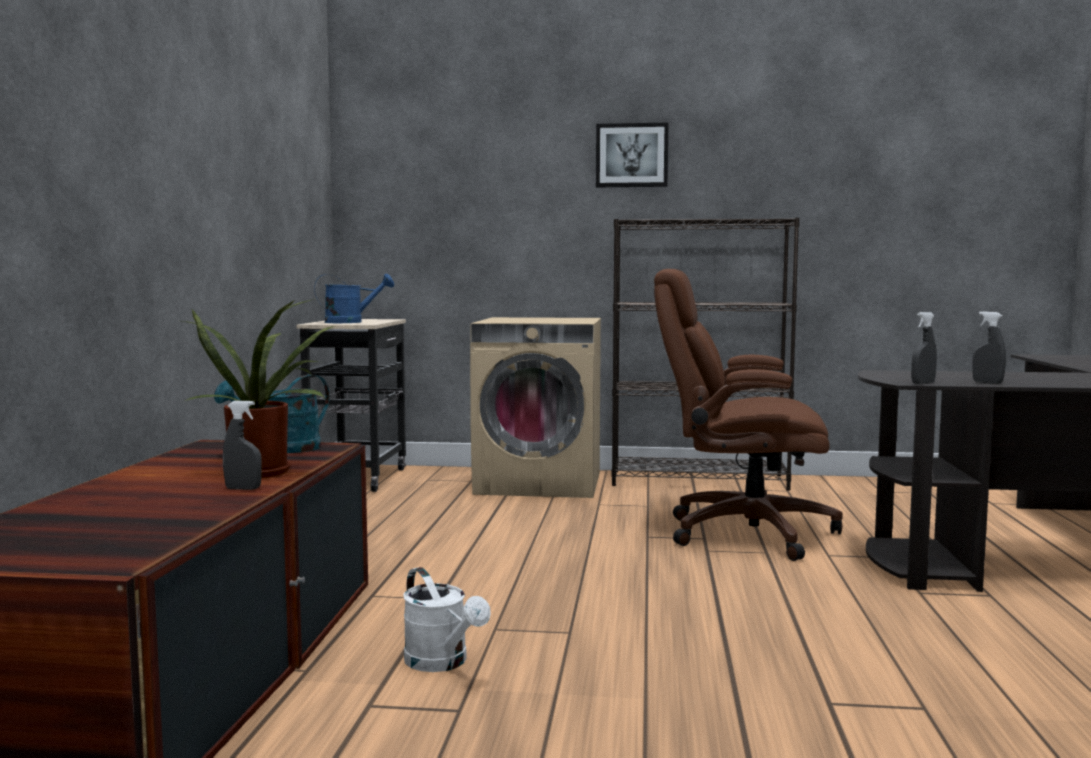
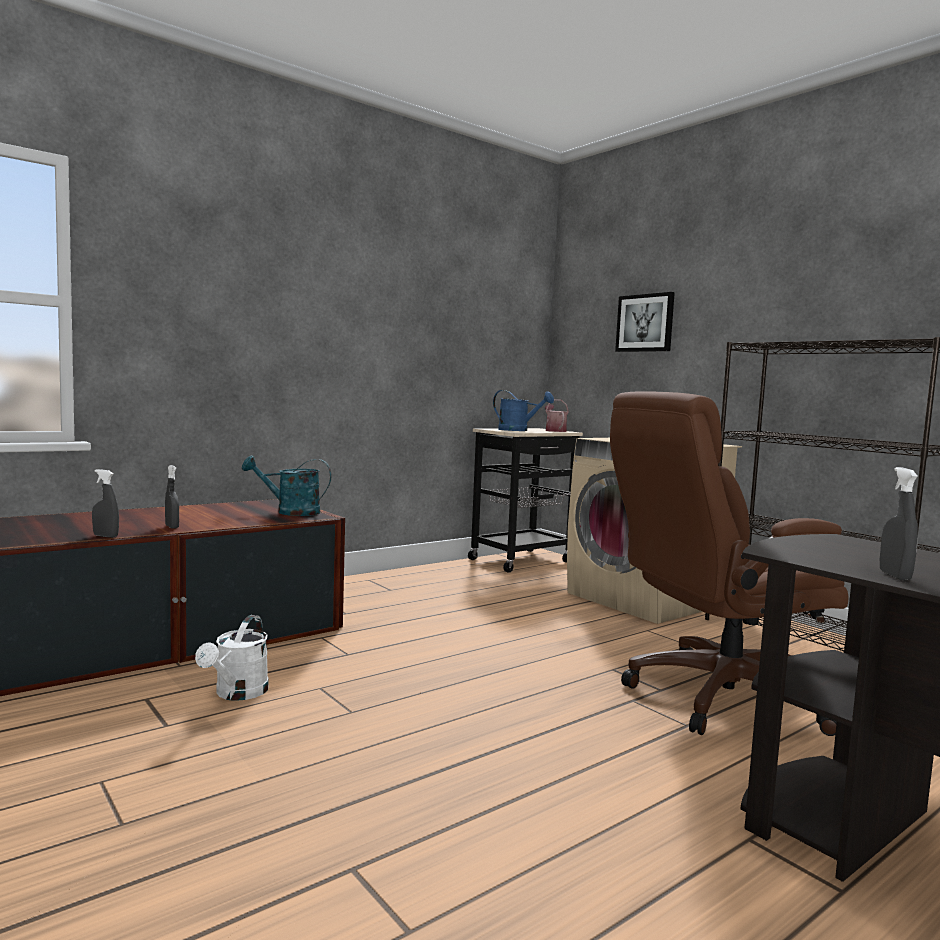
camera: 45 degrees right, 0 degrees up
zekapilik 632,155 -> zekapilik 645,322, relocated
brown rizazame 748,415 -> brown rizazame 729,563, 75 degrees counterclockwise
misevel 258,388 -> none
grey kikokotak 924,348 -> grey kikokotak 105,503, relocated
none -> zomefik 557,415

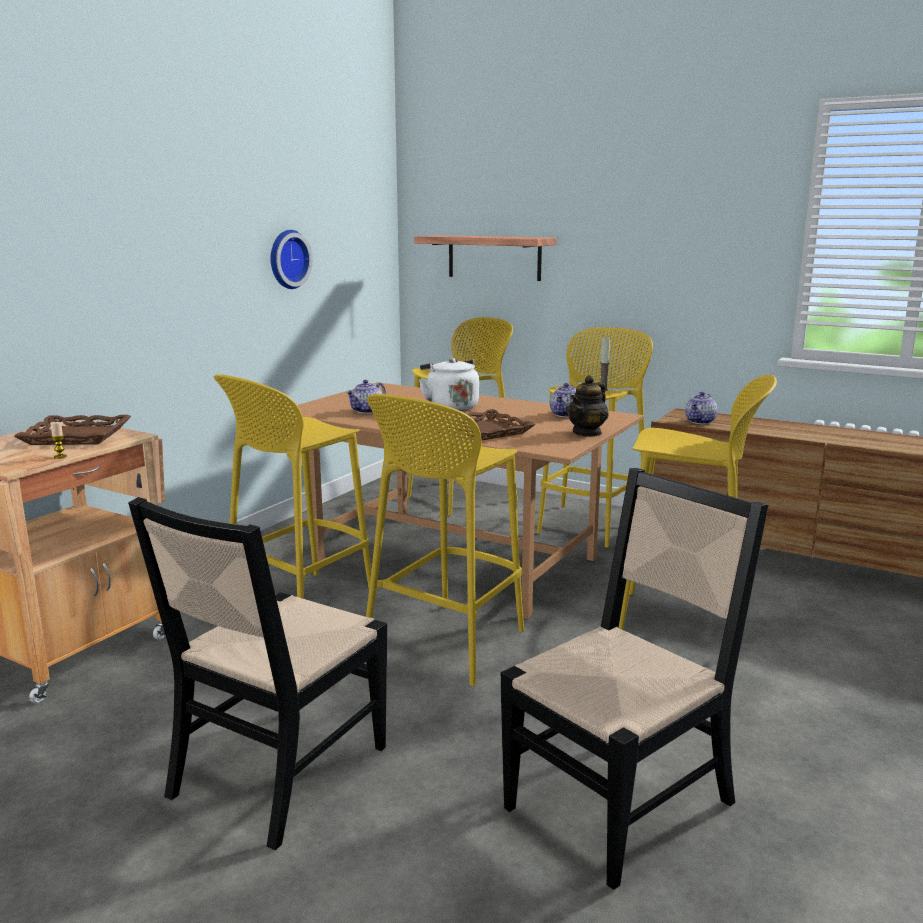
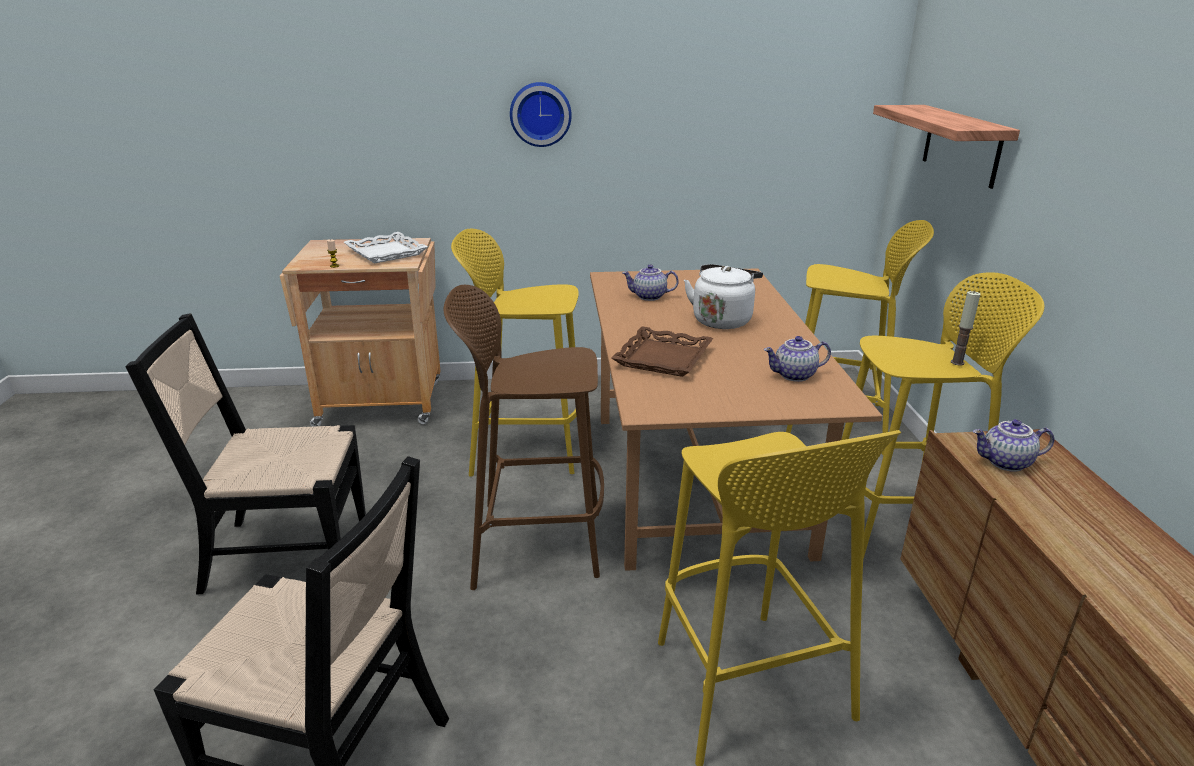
camera: 55 degrees right, 10 degrees up
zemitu 291,259 -> zemitu 541,114, relocated
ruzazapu 588,406 -> none
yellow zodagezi 445,540 -> brown zodagezi 524,437
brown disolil 72,430 -> white disolil 386,248

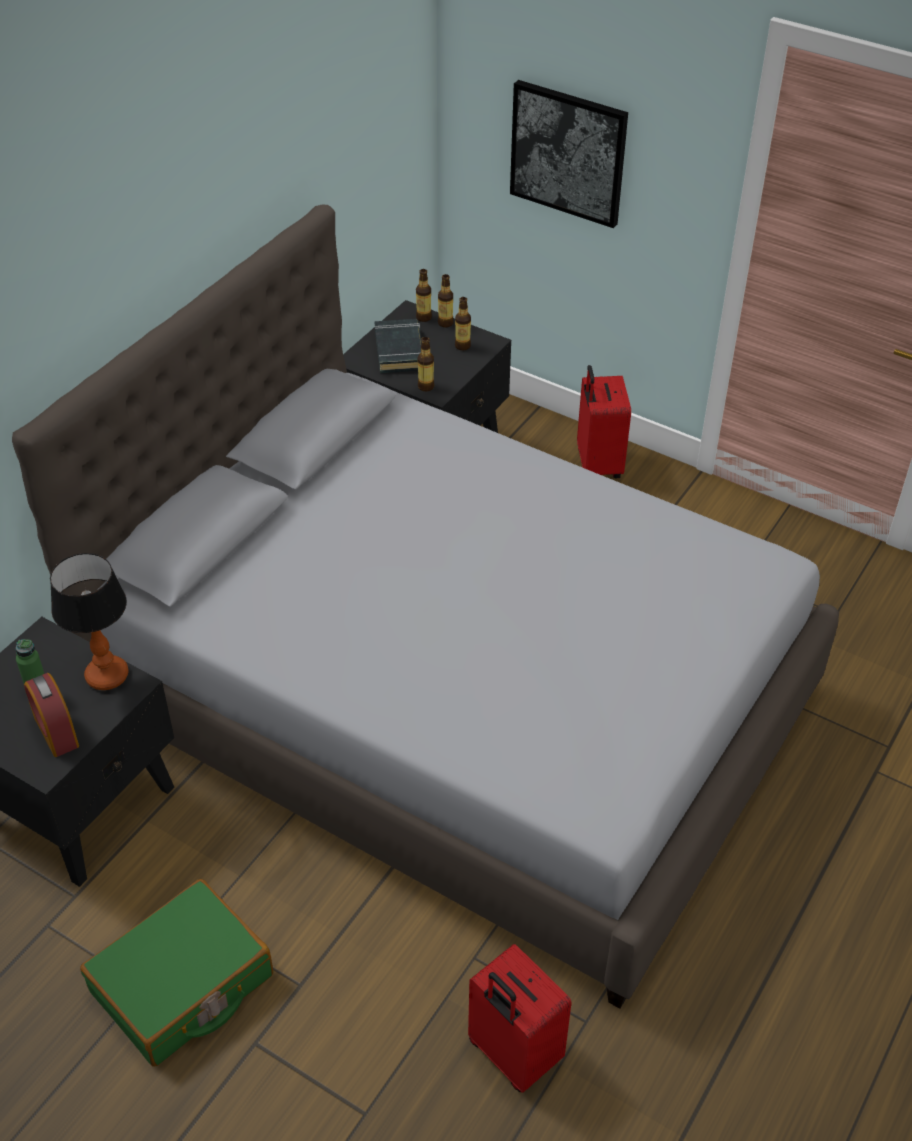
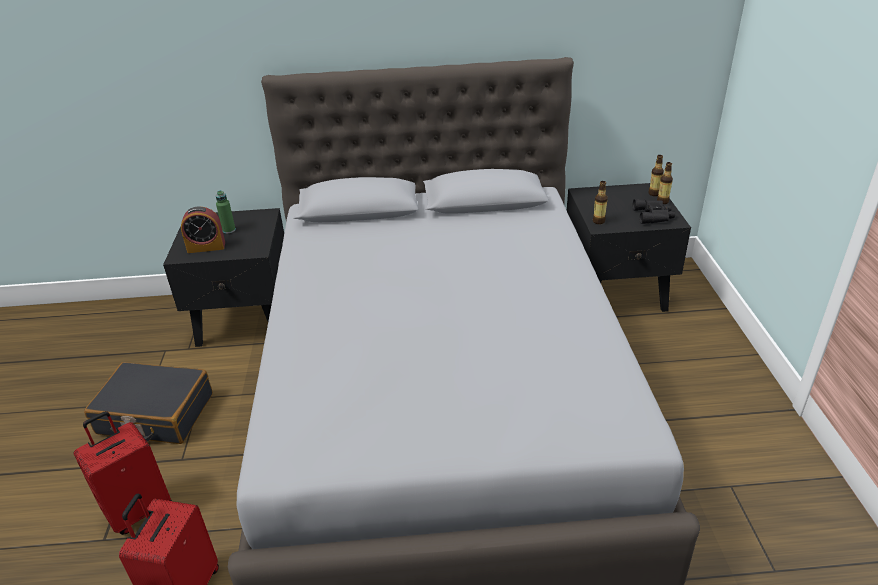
camera: 55 degrees right, 10 degrees down
zekapilik 569,154 -> none
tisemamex 463,323 -> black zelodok 654,211
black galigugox 398,346 -> none
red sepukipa 604,421 -> red sepukipa 123,473, relocated
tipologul 89,621 -> none
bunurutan 51,715 -> bunurutan 203,230, 120 degrees counterclockwise
green sepukipa 176,973 -> black sepukipa 148,403

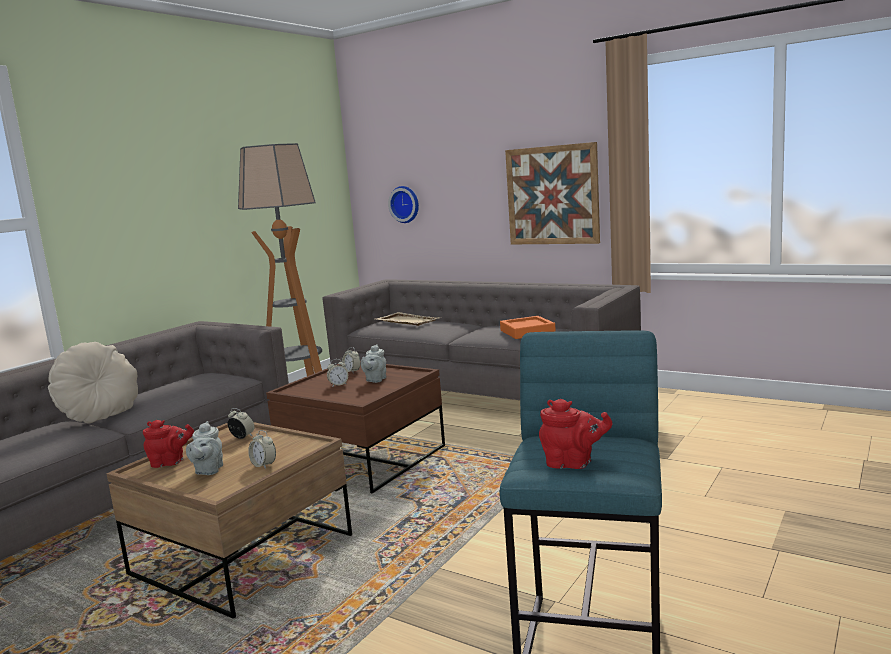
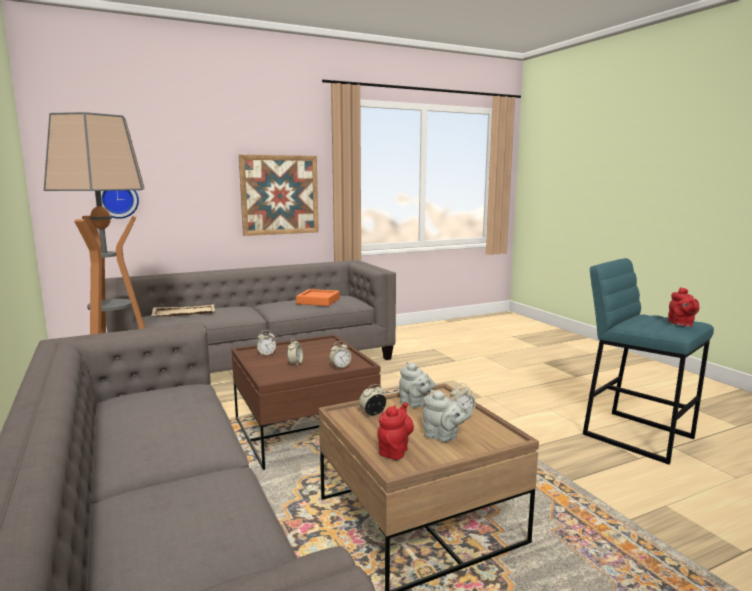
camera: 60 degrees left, 0 degrees up
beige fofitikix 93,383 -> none
grey ruzazapu 373,363 -> grey ruzazapu 417,385, relocated
red ruzazapu 576,434 -> red ruzazapu 684,307, 135 degrees clockwise
none -> bunurutan 340,355

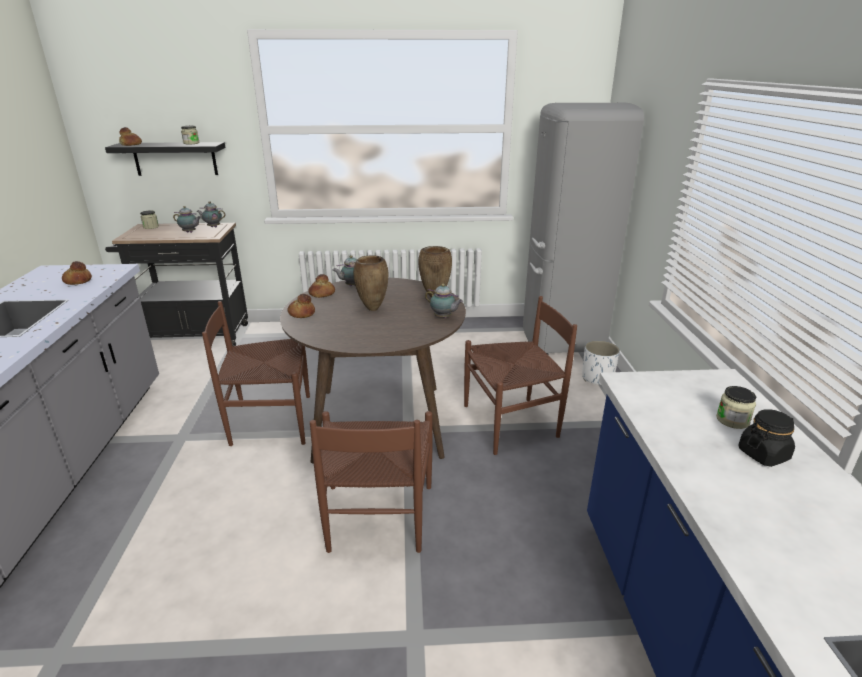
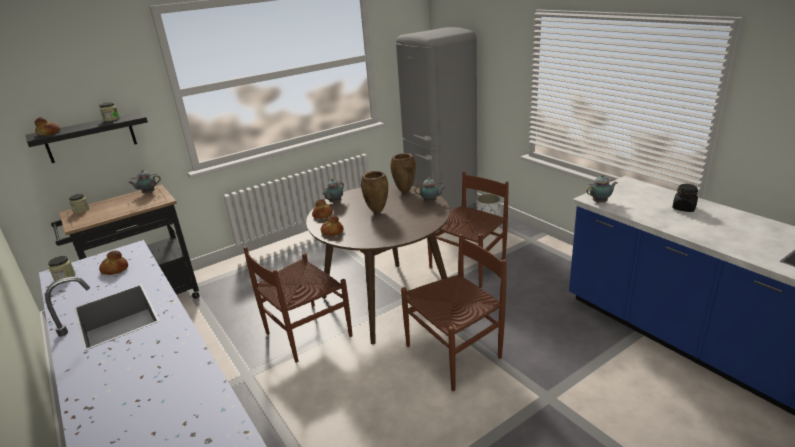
camera: 30 degrees left, 0 degrees up
ruzazapu 187,219 -> ruzazapu 601,188, relocated
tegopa 736,407 -> tegopa 61,268, relocated
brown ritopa 371,482 -> brown ritopa 454,312, 90 degrees counterclockwise

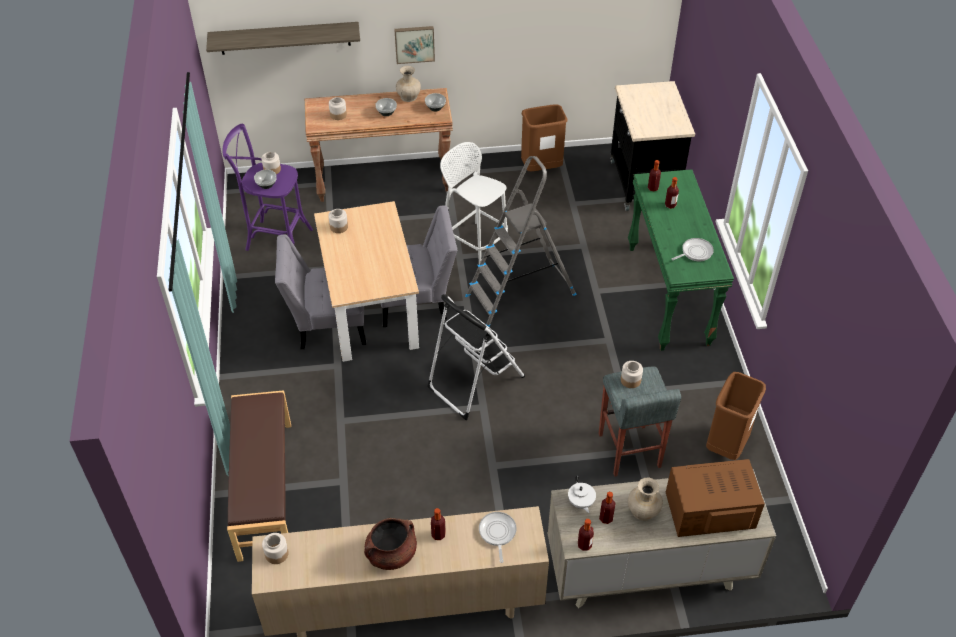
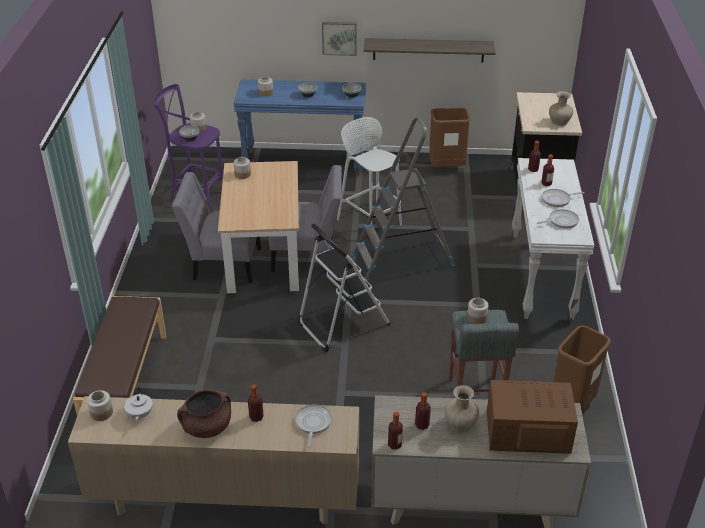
camera: 10 degrees right, 10 degrees down
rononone 283,38 -> rononone 430,50, relocated
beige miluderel 408,84 -> beige miluderel 561,108, relocated
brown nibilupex 379,145 -> blue nibilupex 300,128
green nibilupex 681,260 -> white nibilupex 553,239
white ruzazapu 582,494 -> white ruzazapu 138,404, relocated
none -> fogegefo 563,198

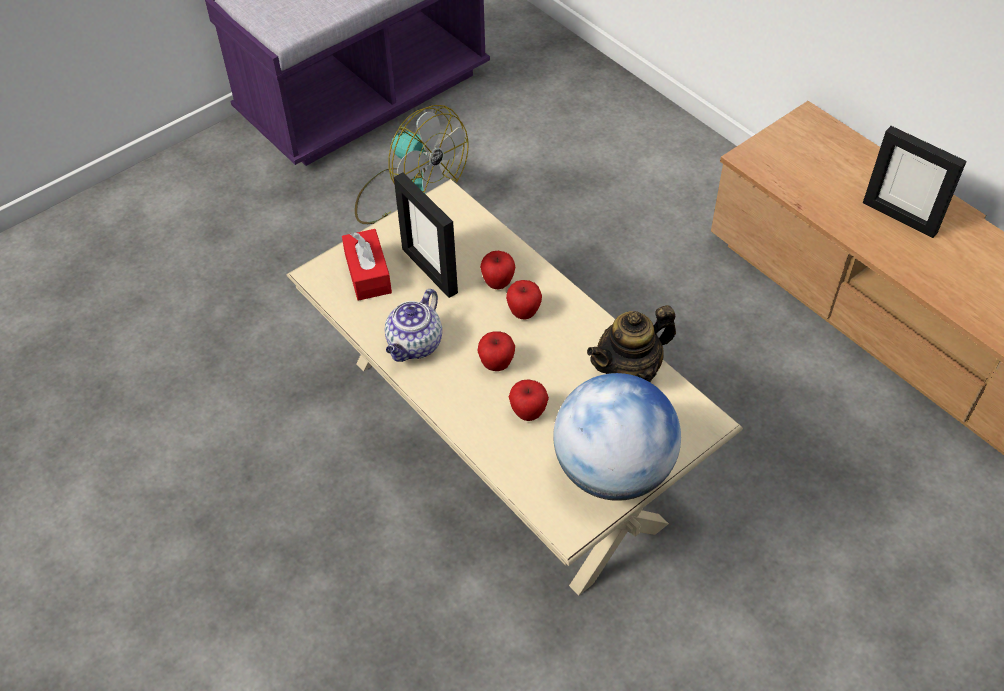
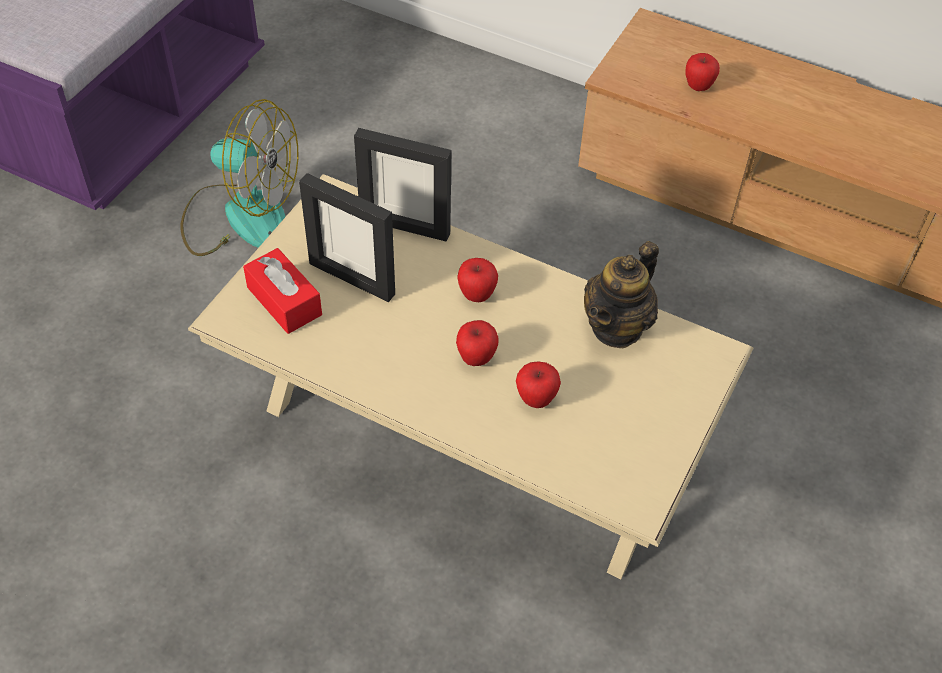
camera: 25 degrees left, 0 degrees up
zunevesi 915,182 -> zunevesi 402,185, relocated
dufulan 497,270 -> dufulan 702,72, relocated
ruzazapu 413,325 -> none
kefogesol 617,437 -> none

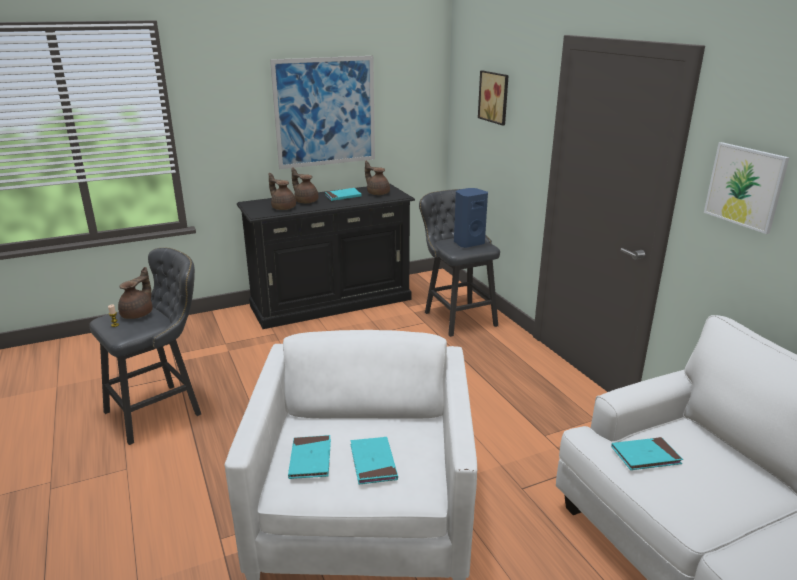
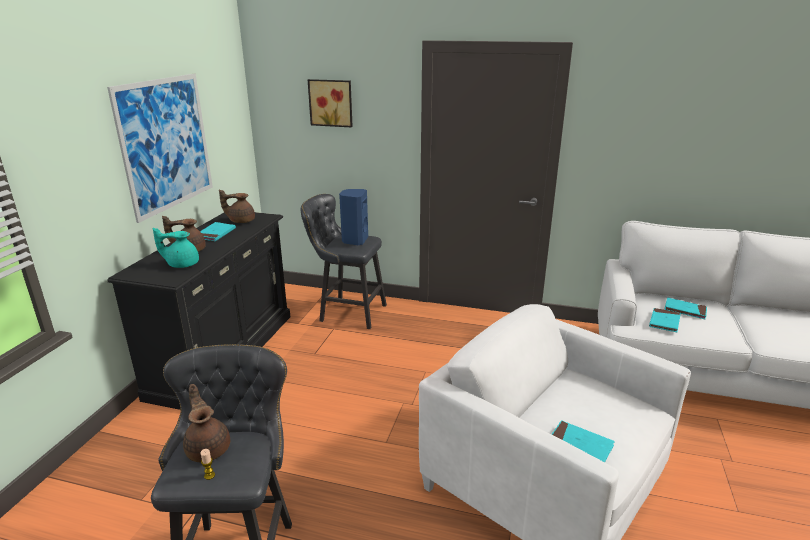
camera: 50 degrees left, 0 degrees up
zekapilik 747,188 -> none
brown ruzazapu 282,191 -> turquoise ruzazapu 176,248
turquoise galigugox 374,461 -> turquoise galigugox 685,308, relocated

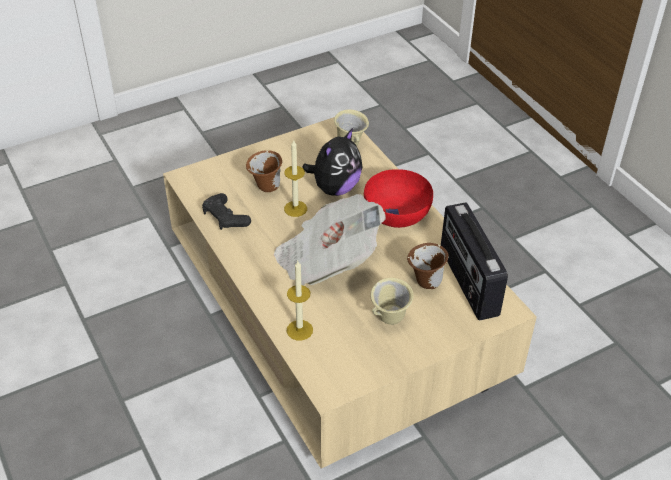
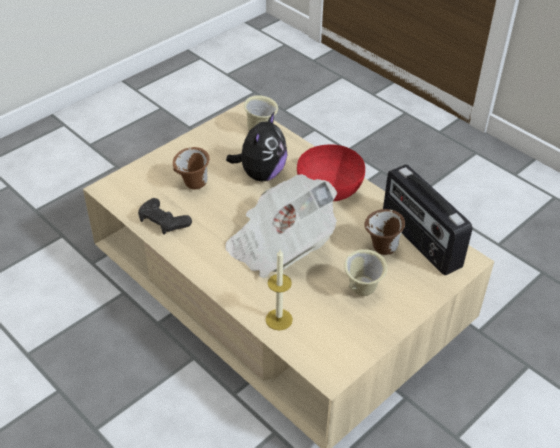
camera: 15 degrees left, 0 degrees up
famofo 295,178 -> none

